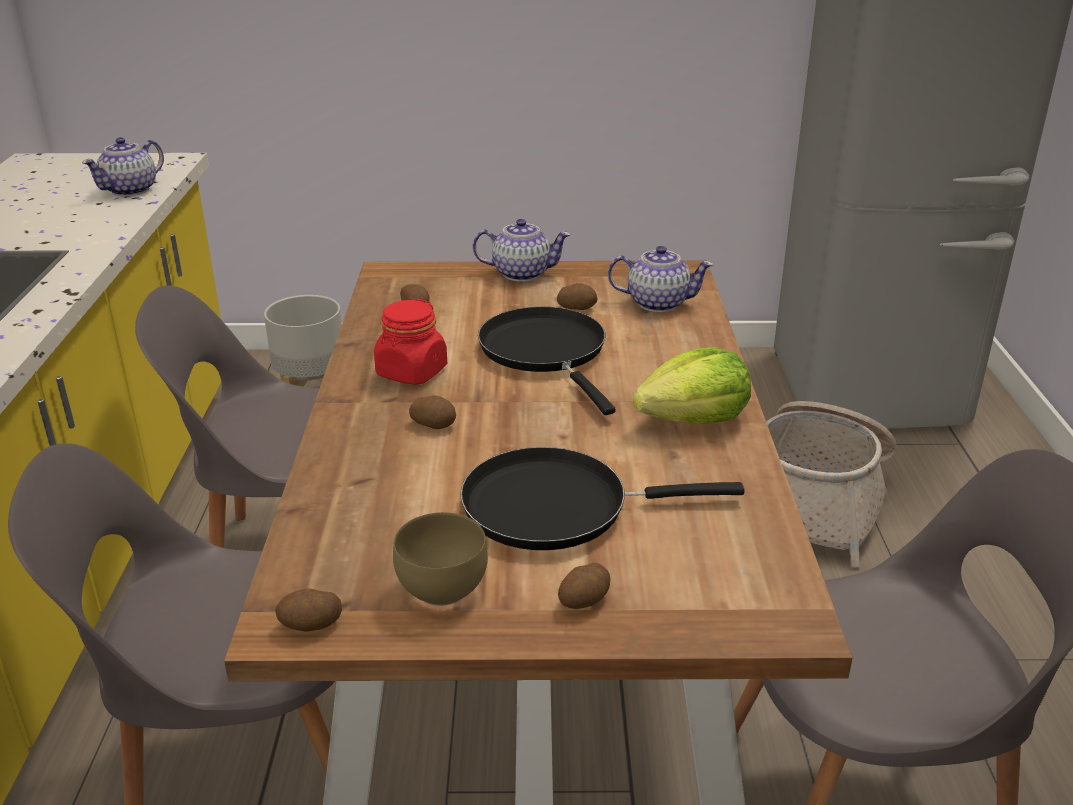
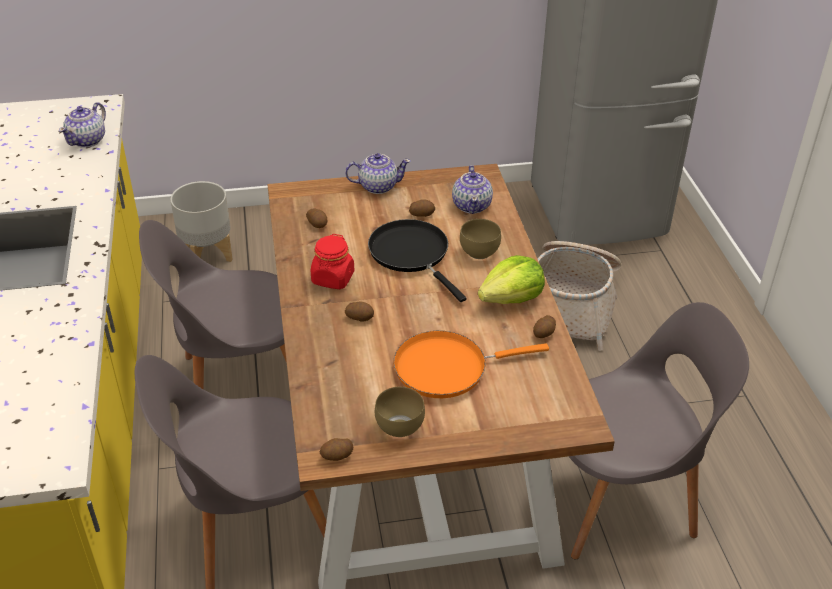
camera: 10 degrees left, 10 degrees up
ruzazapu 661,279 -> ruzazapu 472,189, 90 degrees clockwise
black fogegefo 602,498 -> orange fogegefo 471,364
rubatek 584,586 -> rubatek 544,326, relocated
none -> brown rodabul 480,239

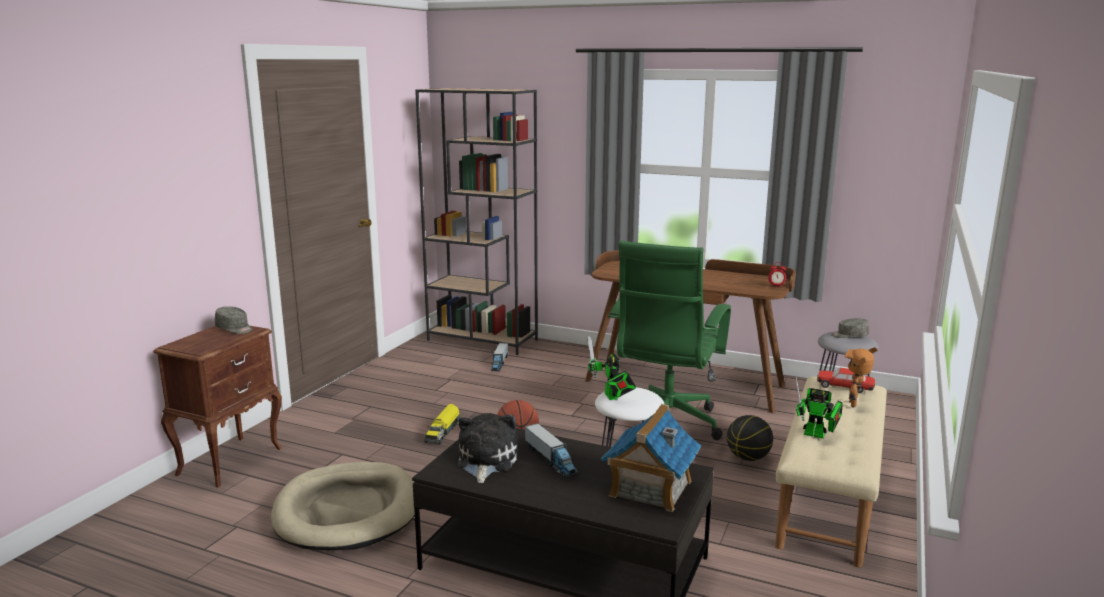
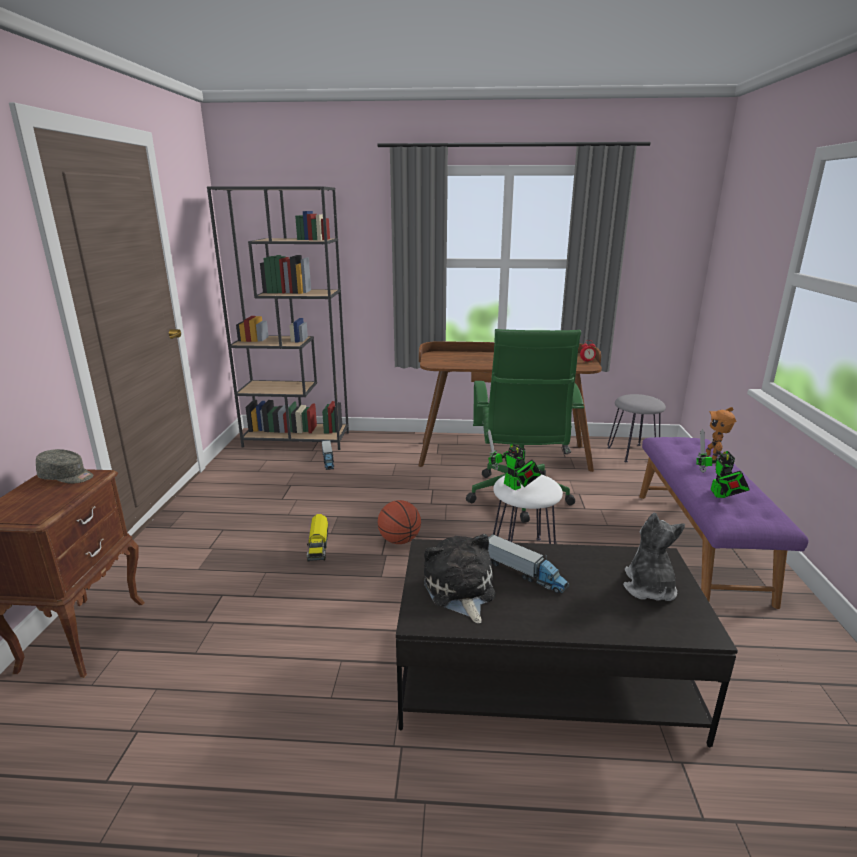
camera: 20 degrees left, 5 degrees up
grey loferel 850,328 -> none
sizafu 846,380 -> none
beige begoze 831,472 -> purple begoze 724,523
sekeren 819,408 -> sekeren 723,463, 90 degrees clockwise
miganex 651,458 -> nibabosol 654,557
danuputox 750,438 -> none
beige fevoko 343,506 -> none

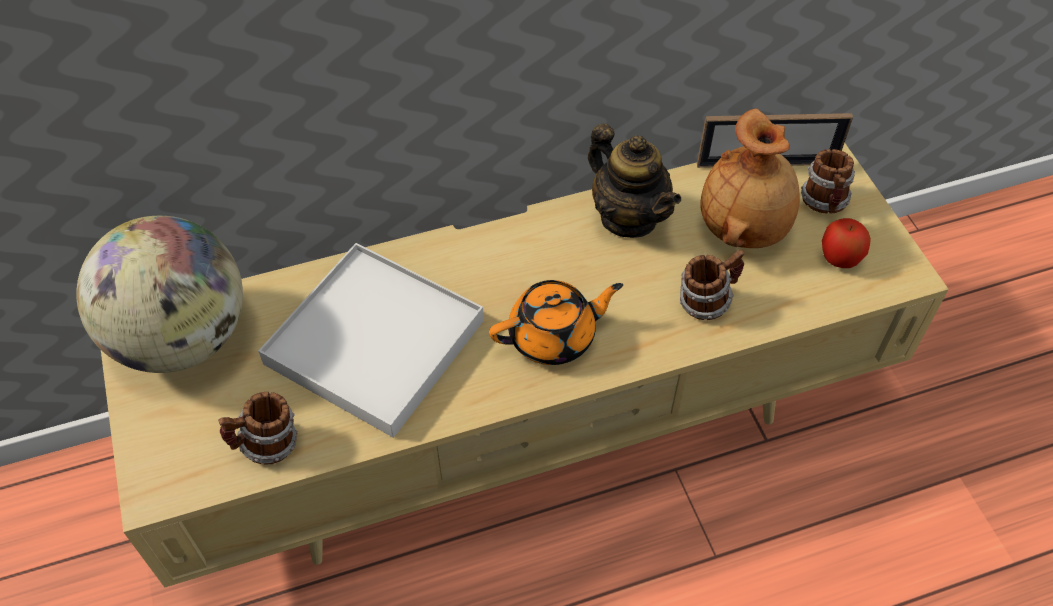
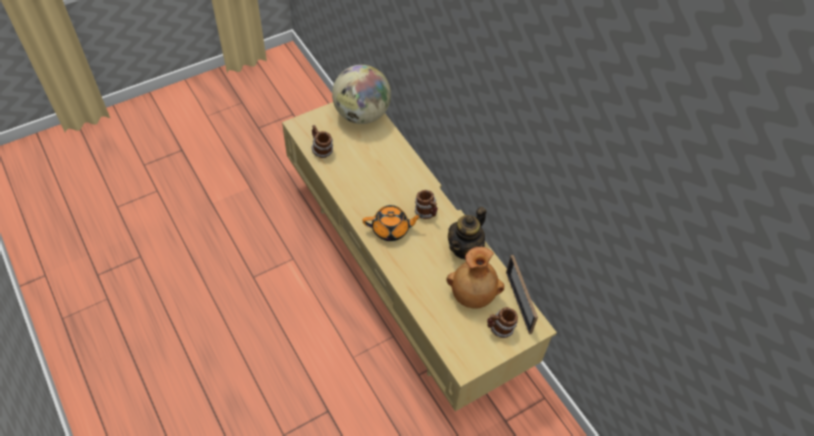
camera: 75 degrees right, 0 degrees up
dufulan 846,243 -> none
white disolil 371,340 -> none
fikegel 712,285 -> fikegel 426,204, relocated
orange ruzazapu 556,322 -> orange ruzazapu 392,223, 60 degrees counterclockwise

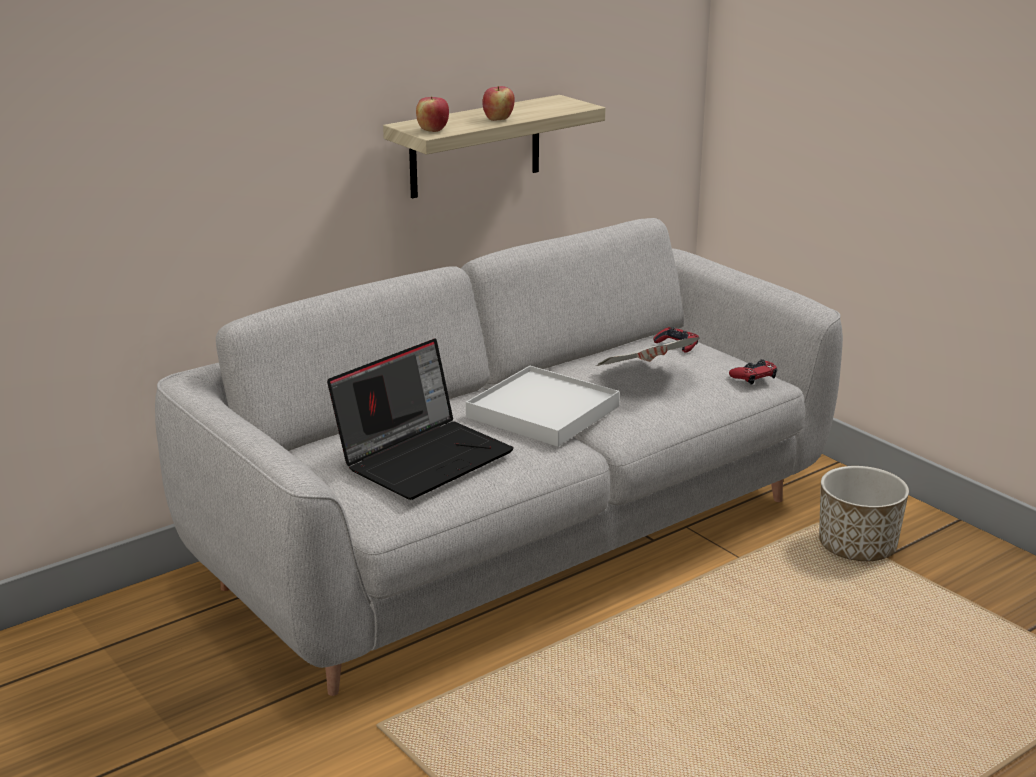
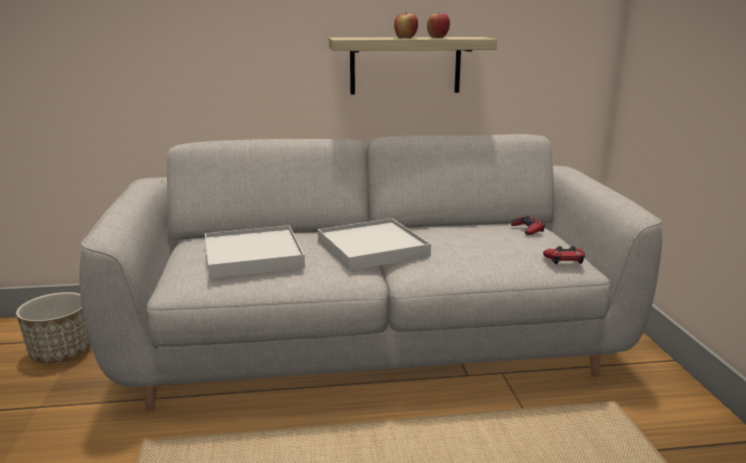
camera: 30 degrees right, 5 degrees down
dufulan 432,114 -> dufulan 438,25, relocated
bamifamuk 647,352 -> none
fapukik 420,419 -> white disolil 255,252
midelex 864,513 -> midelex 53,327, relocated

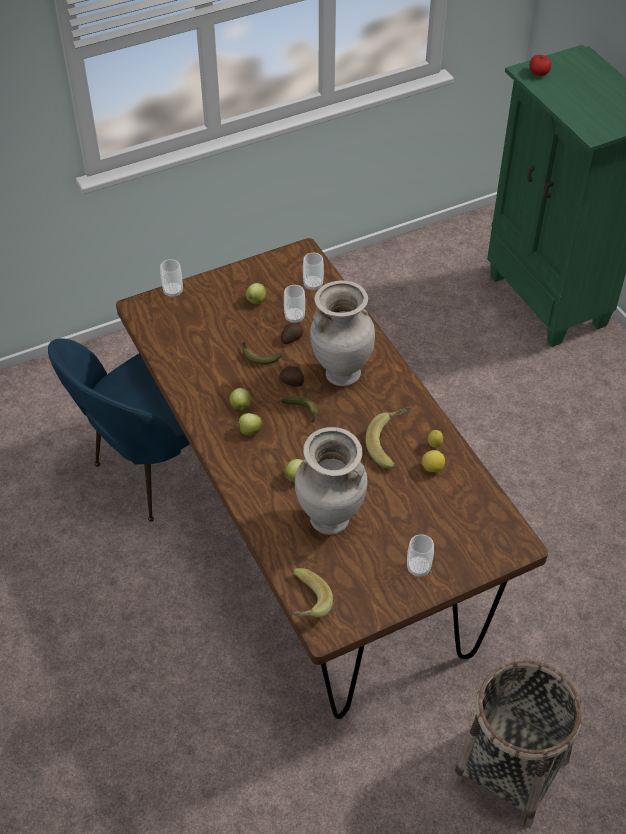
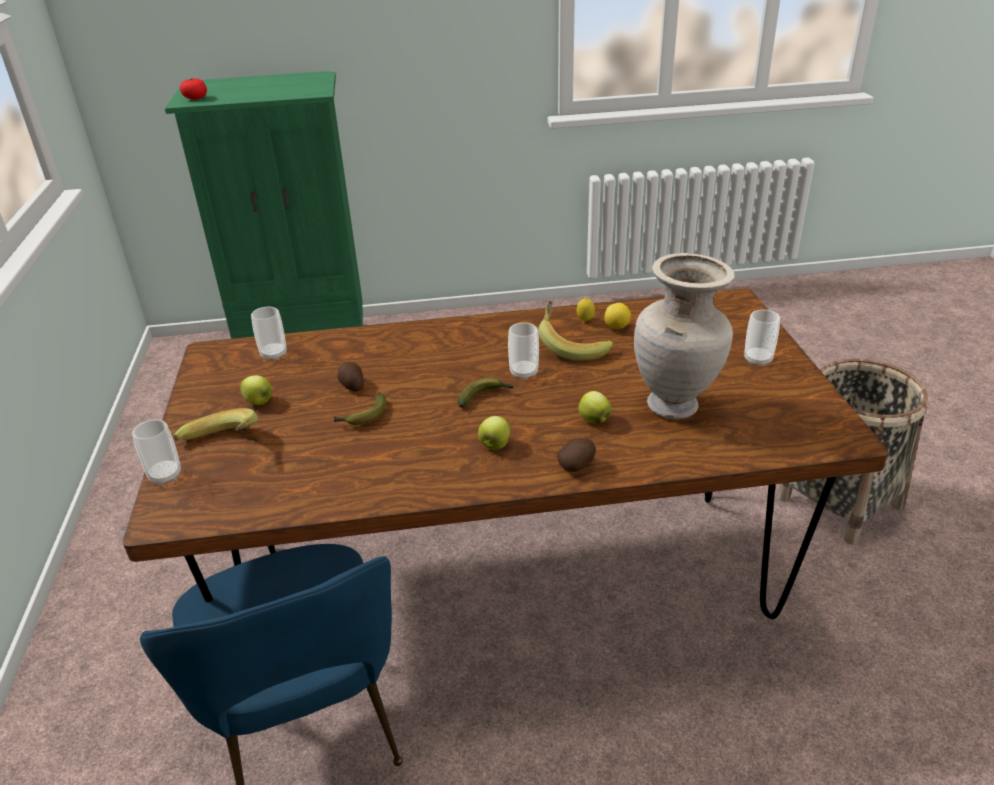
camera: 70 degrees left, 15 degrees down
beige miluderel 342,333 -> none
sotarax 294,304 -> sotarax 523,351, relocated
rubatek 291,376 -> rubatek 576,455, relocated
dufulan 240,399 -> none
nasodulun 311,593 -> nasodulun 215,424, relocated

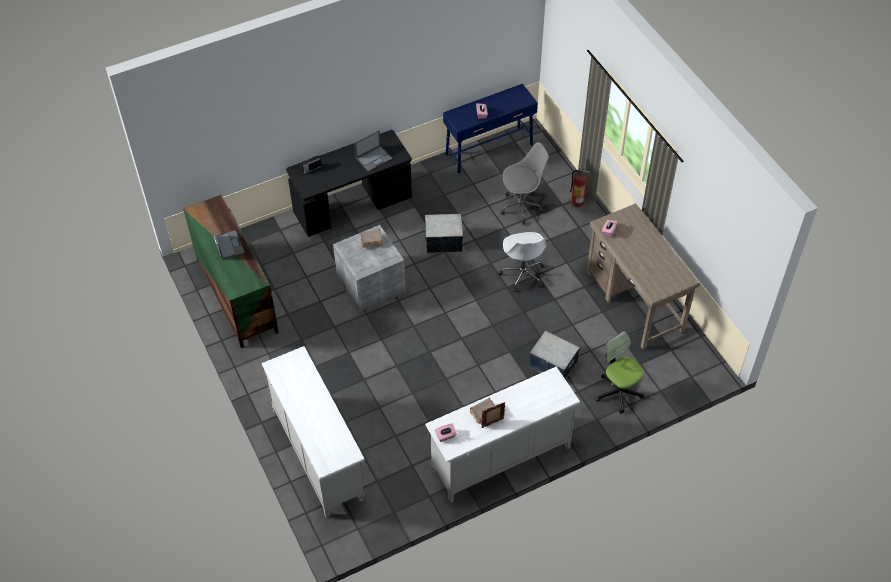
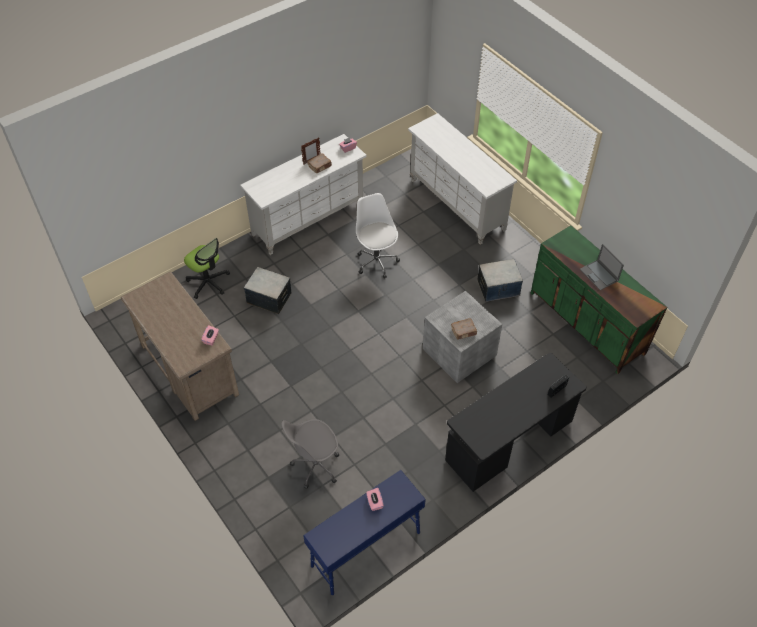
camera: 170 degrees right, 0 degrees up
fapukik 374,150 -> none
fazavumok 580,188 -> none
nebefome 444,233 -> nebefome 500,280, relocated
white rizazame 523,262 -> white rizazame 378,235, relocated

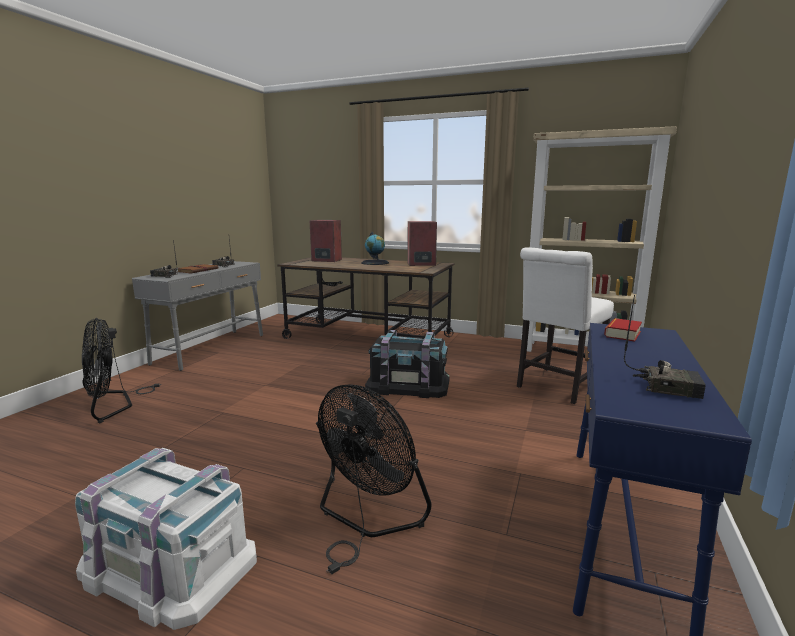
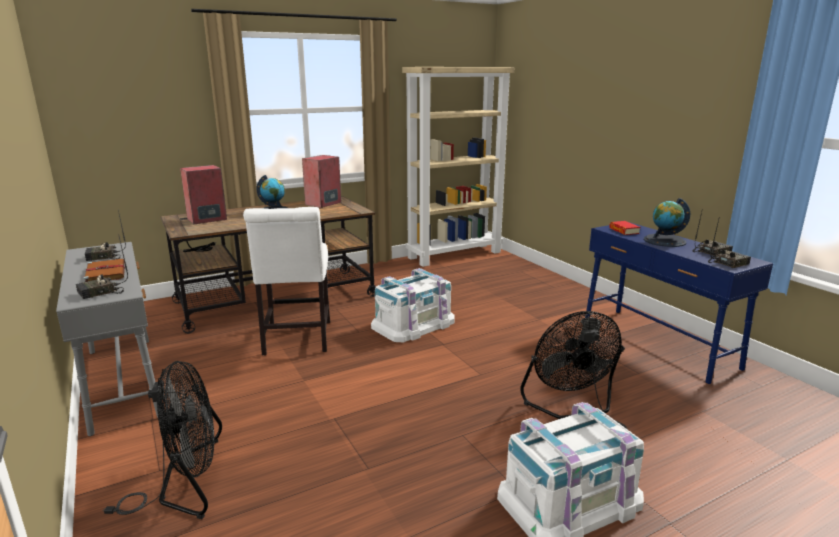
camera: 50 degrees left, 5 degrees up
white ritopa 565,325 -> white ritopa 286,281, relocated
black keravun 121,370 -> black keravun 162,440, 105 degrees counterclockwise
black nebefome 407,364 -> white nebefome 413,305
none -> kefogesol 667,222
none -> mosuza 729,243

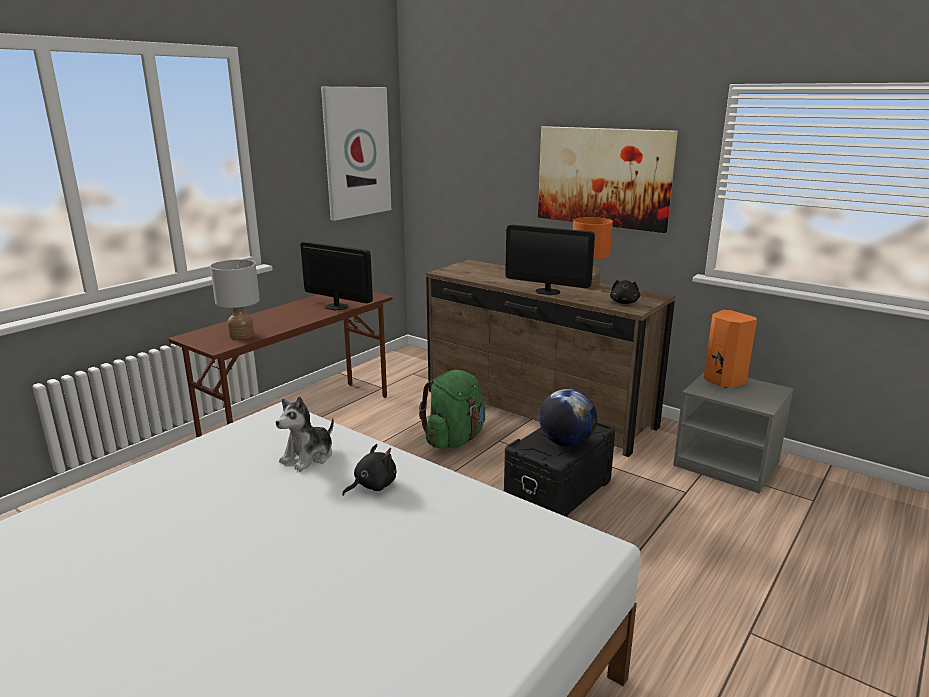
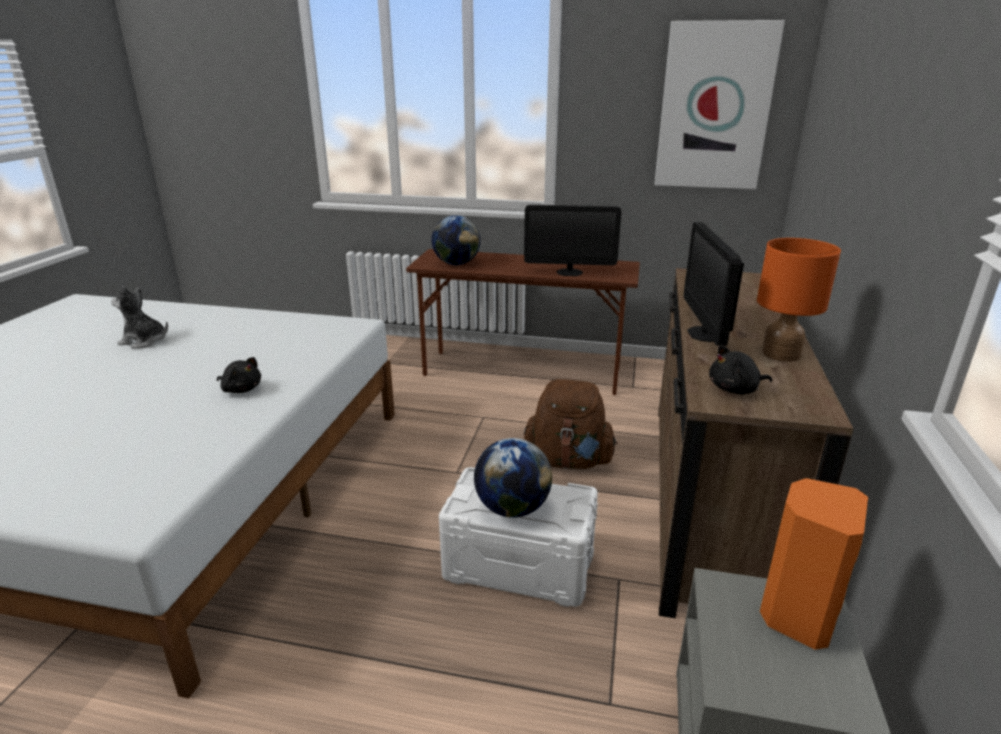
camera: 65 degrees right, 5 degrees up
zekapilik 608,179 -> none
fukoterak 336,275 -> fukoterak 572,240, 90 degrees clockwise
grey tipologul 235,299 -> kefogesol 456,240
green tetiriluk 452,409 -> brown tetiriluk 571,424
nibabosol 305,433 -> nibabosol 139,317, relocated
black nebefome 559,469 -> white nebefome 518,537

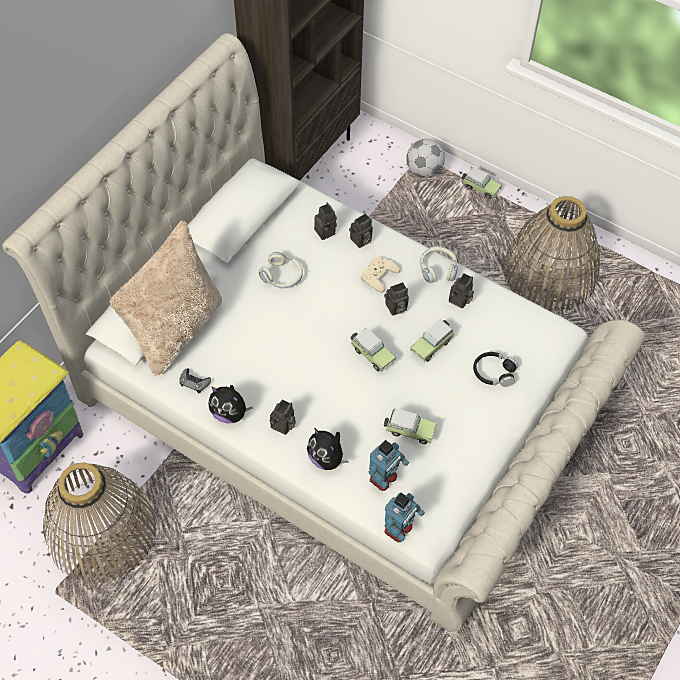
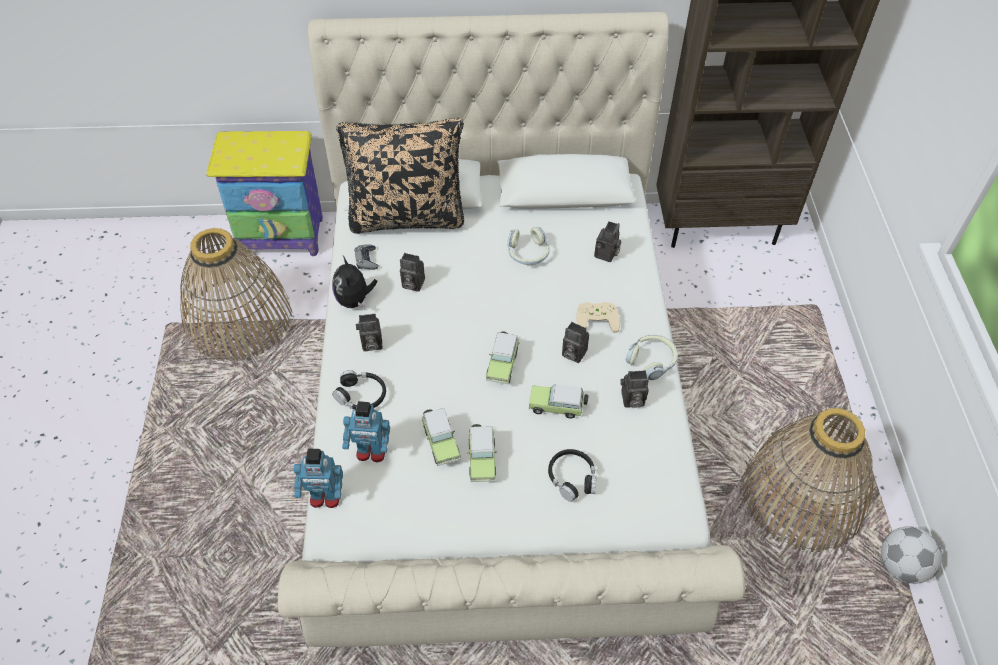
camera: 55 degrees right, 5 degrees down
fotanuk 425,158 -> fotanuk 911,555, relocated
sizafu 482,183 -> sizafu 482,453, relocated
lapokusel 361,231 -> lapokusel 412,272, relocated
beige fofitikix 166,298 -> black fofitikix 400,176
nibabosol 328,449 -> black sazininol 359,390

